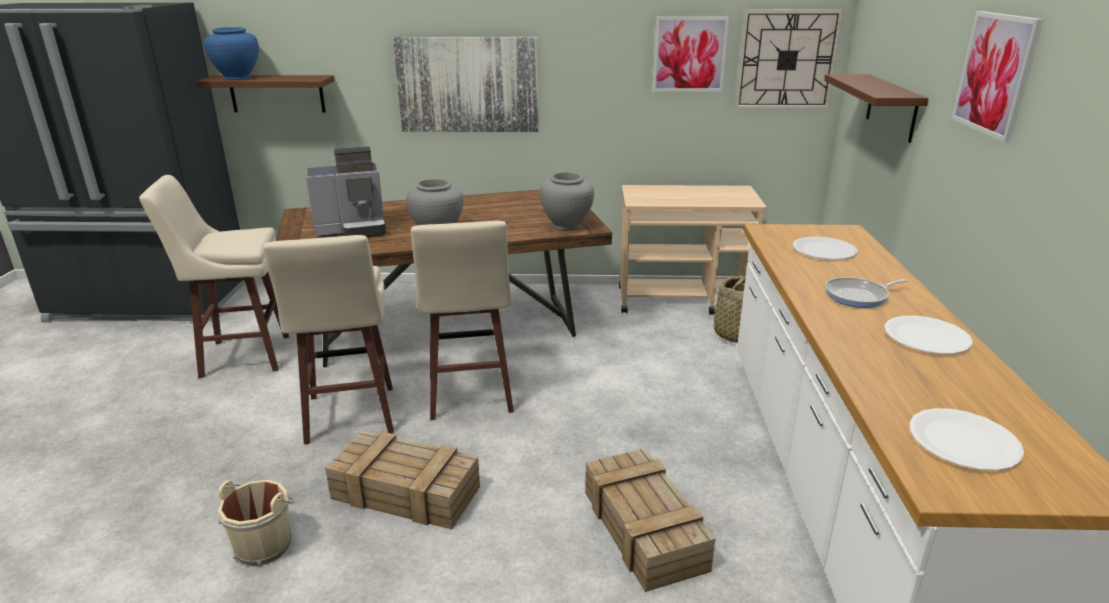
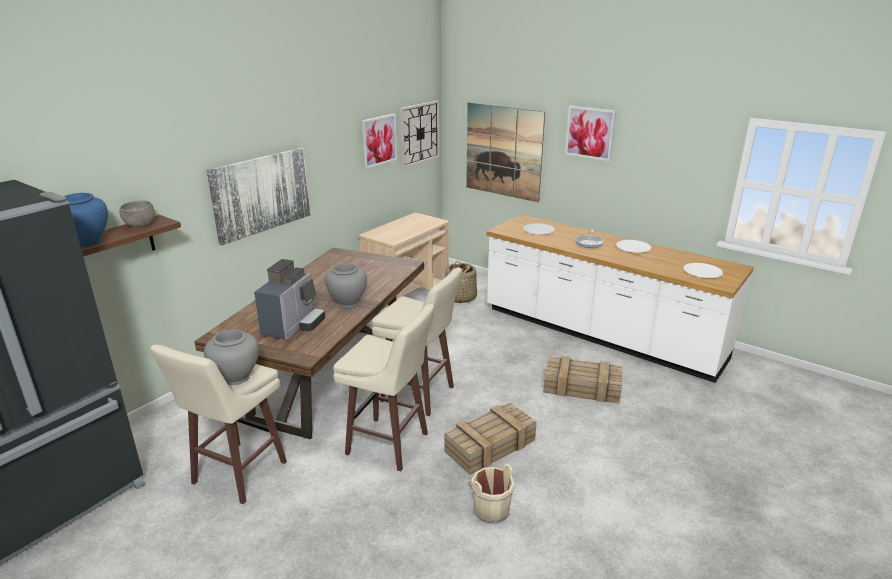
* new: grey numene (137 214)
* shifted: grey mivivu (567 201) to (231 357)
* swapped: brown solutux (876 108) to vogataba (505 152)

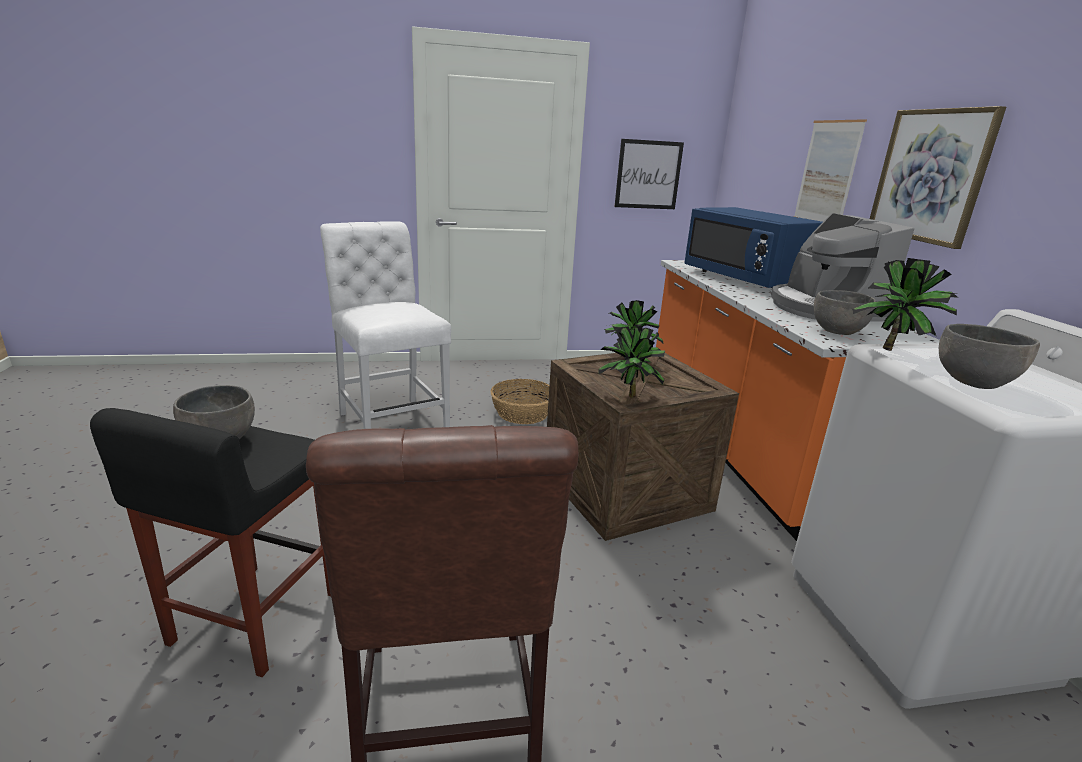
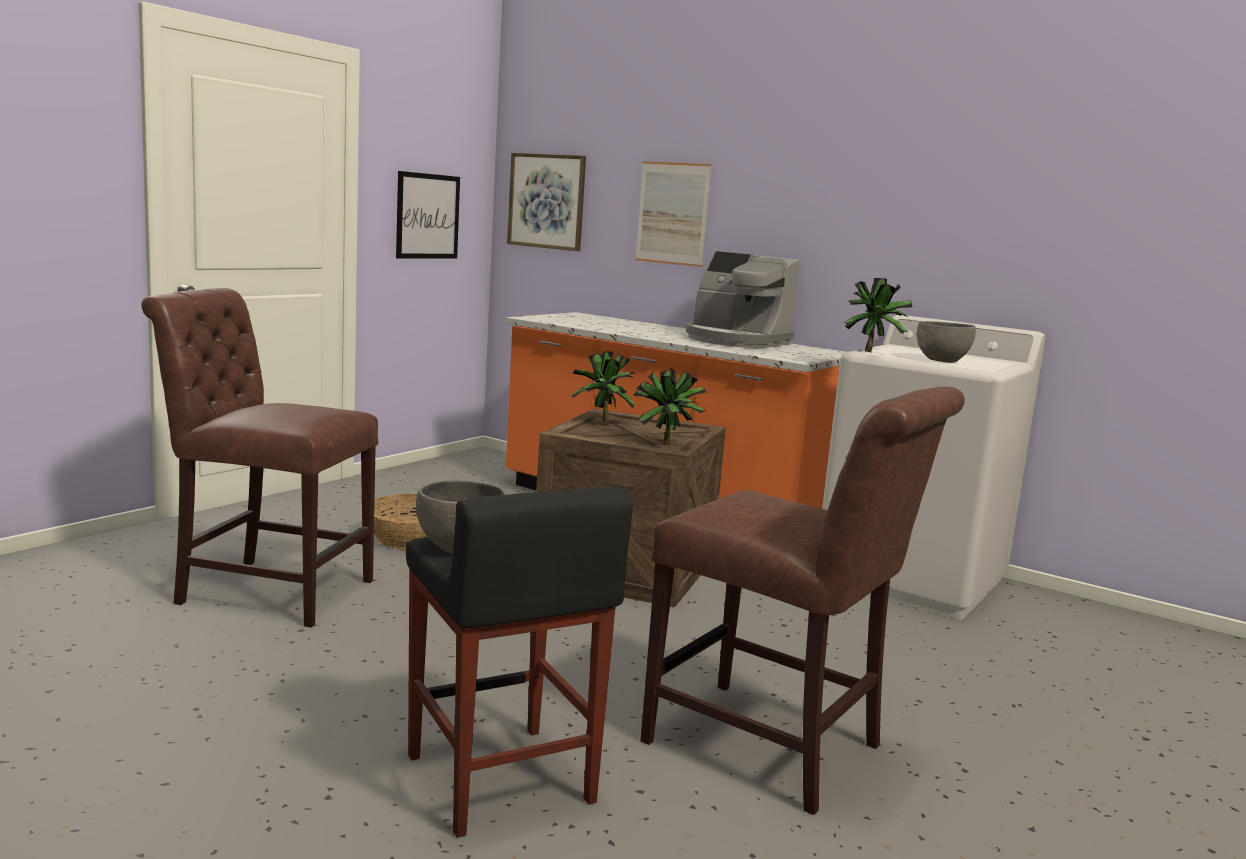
* repainted: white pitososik (385 325) to brown pitososik (260 458)
* shifted: vogataba (938 177) to (546 202)
* gone: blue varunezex (753 247)
* gone: grey numene (845 312)

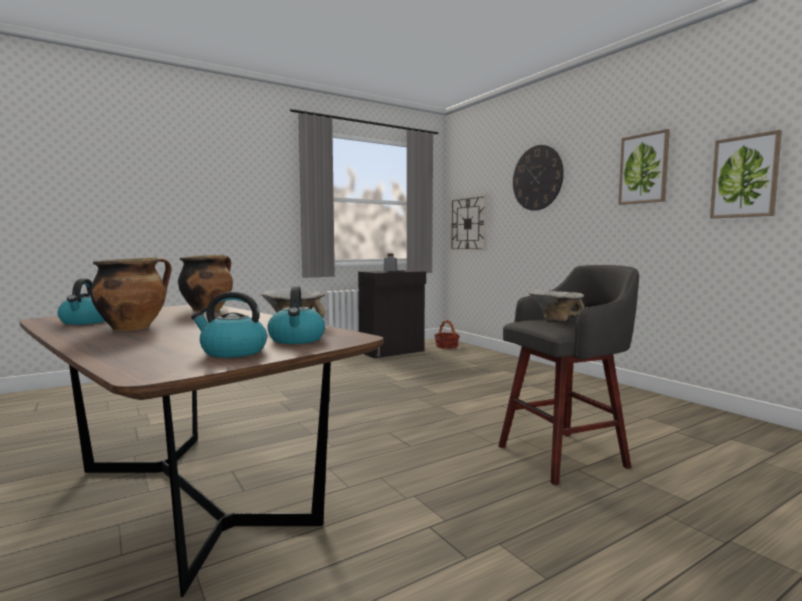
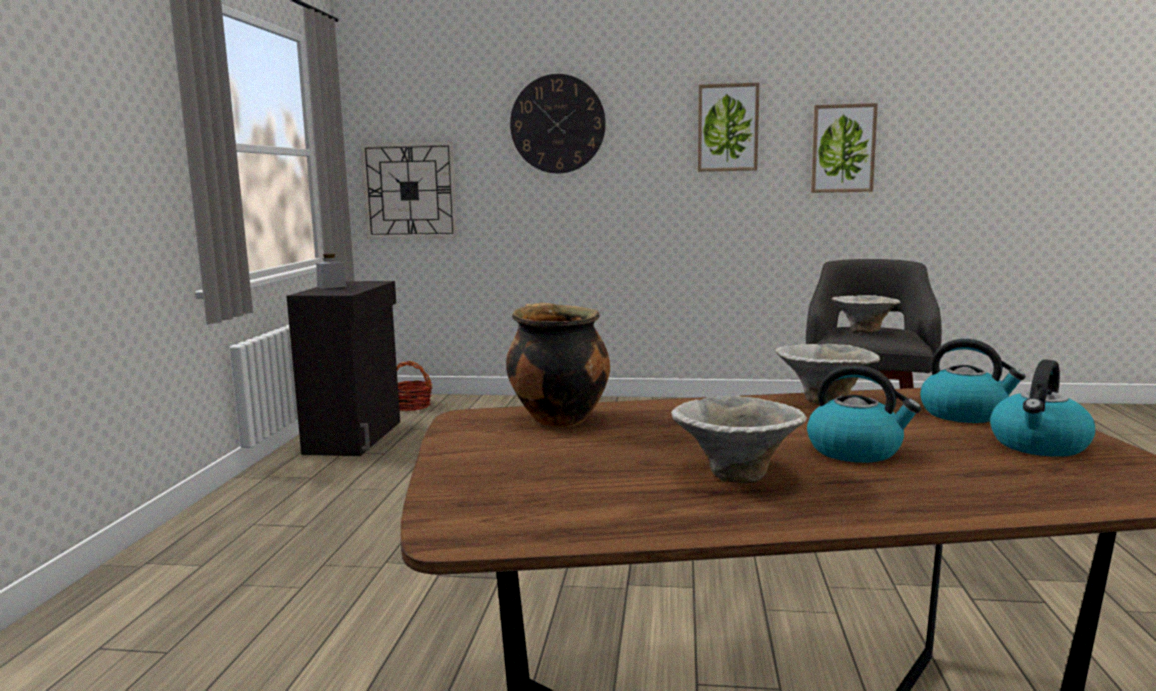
* swapped: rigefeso (131 294) to numene (739 439)
* shifted: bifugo (81 302) to (864 414)

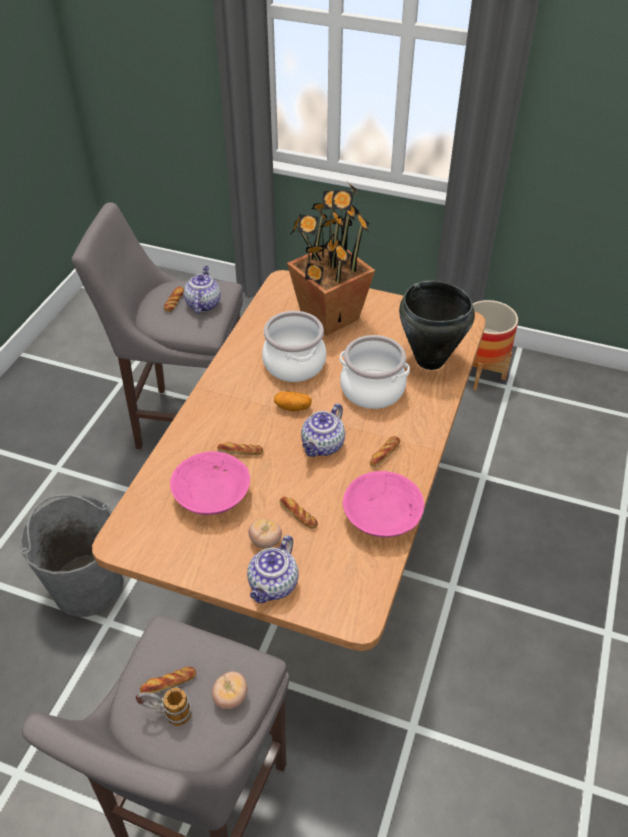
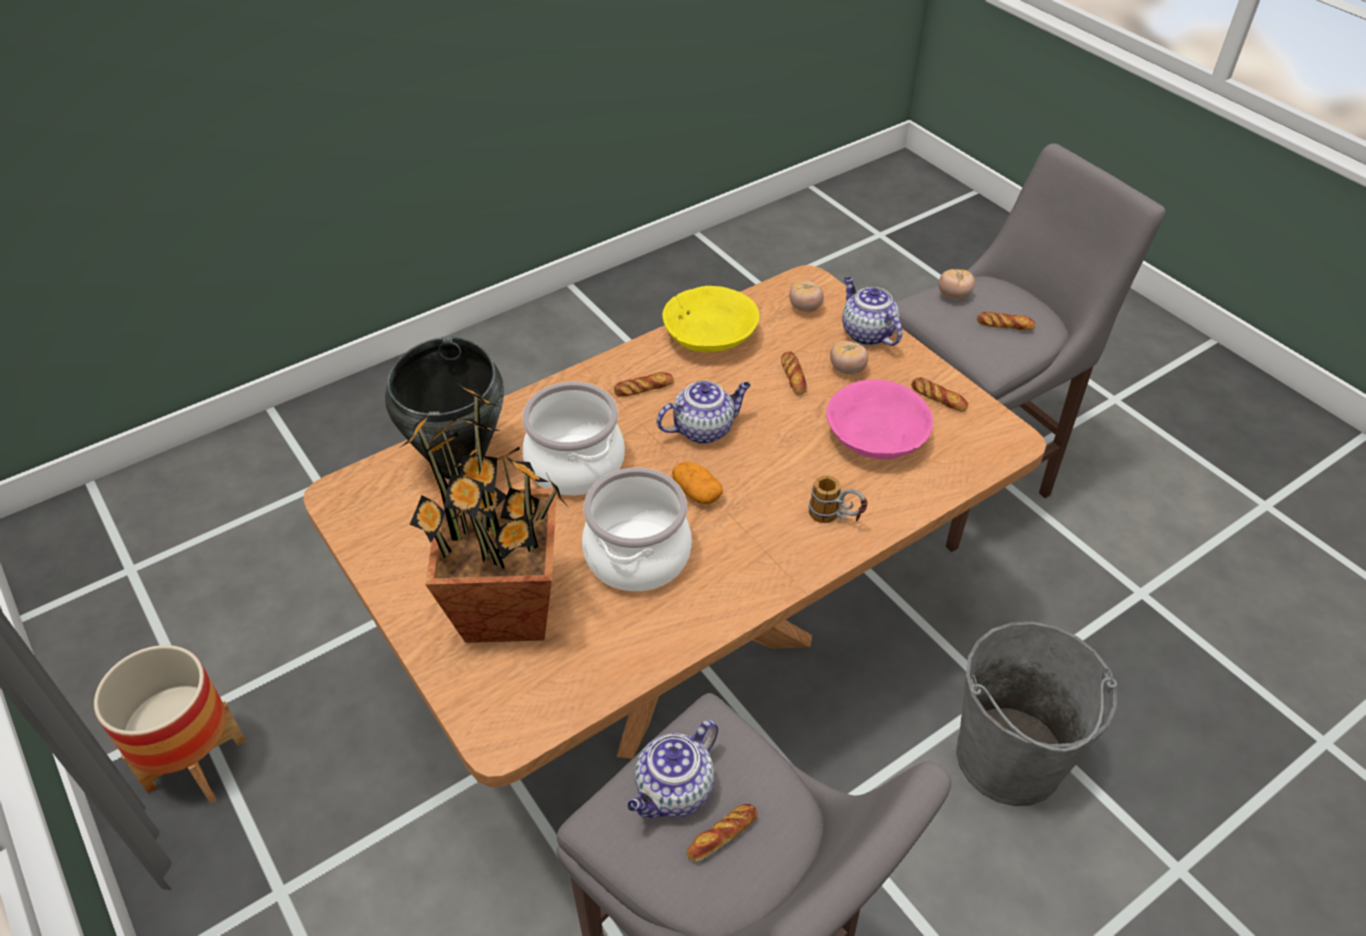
* repainted: pink numene (384 504) to yellow numene (711 319)
* new: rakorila (806 296)
* shifted: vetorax (163 707) to (838 499)
* rotated: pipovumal (273 569) = (872 311) 90 degrees counterclockwise
* shifted: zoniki (240 448) to (939 395)

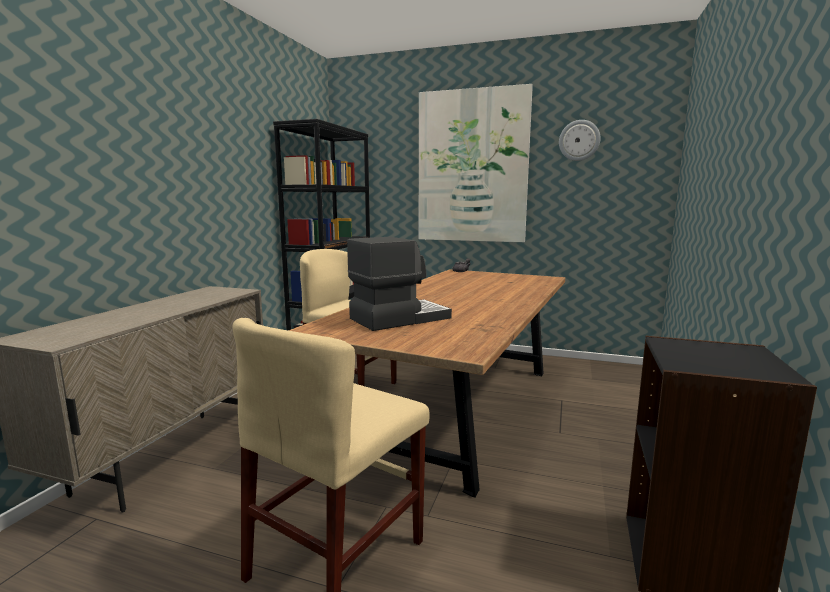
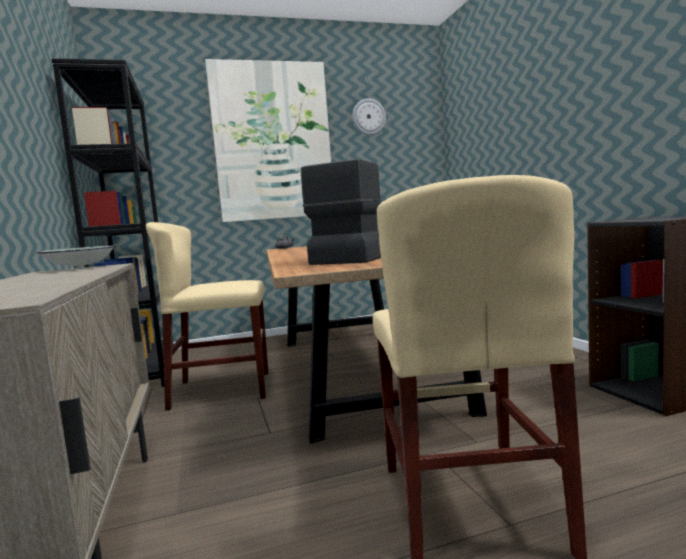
* new: numene (76 257)

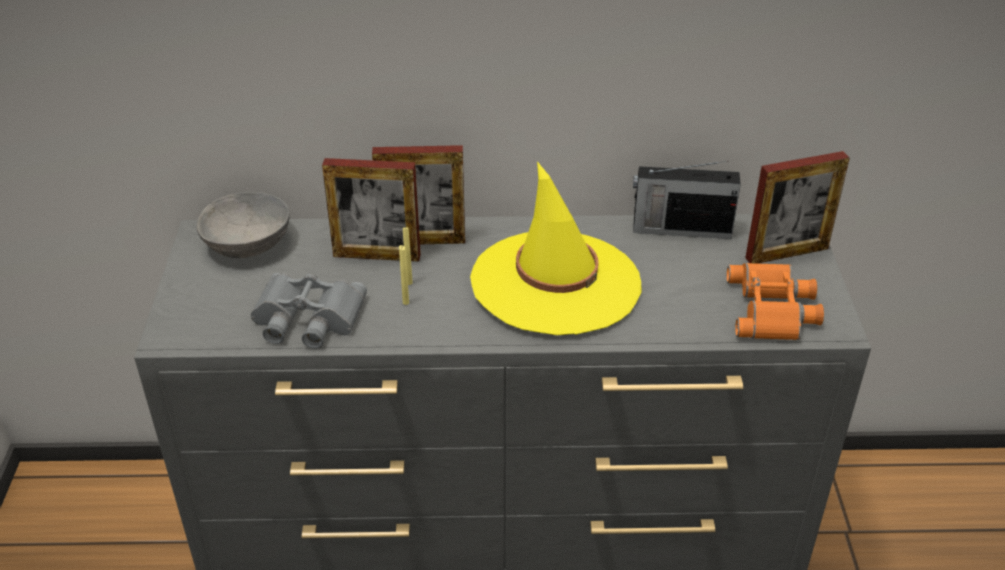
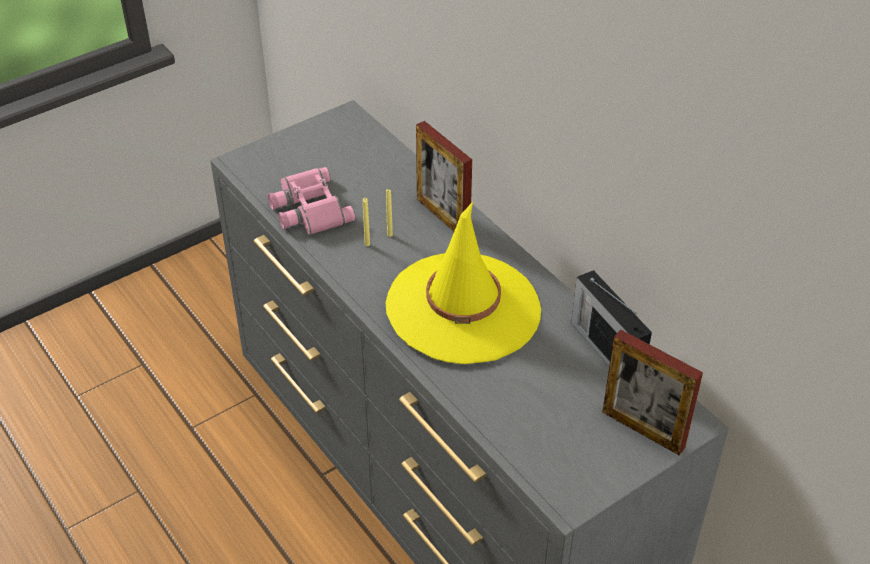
* repainted: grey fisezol (309 311) to pink fisezol (311 201)
* gone: grey numene (242 225)
* gone: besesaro (371 210)
* gone: orange fisezol (775 301)

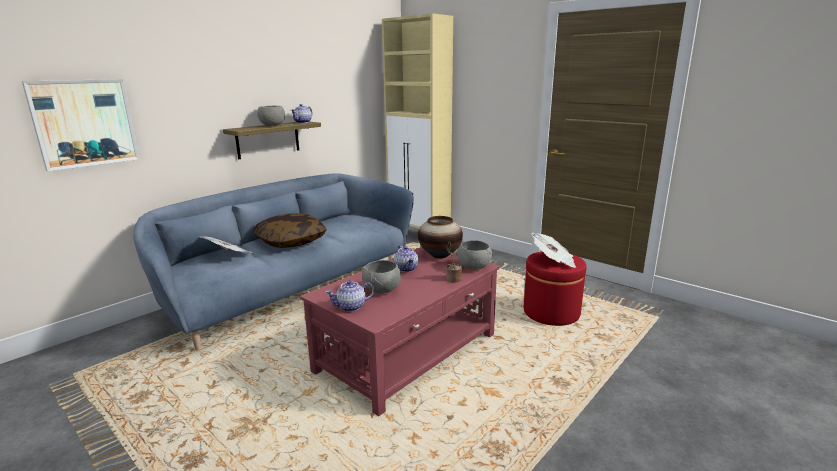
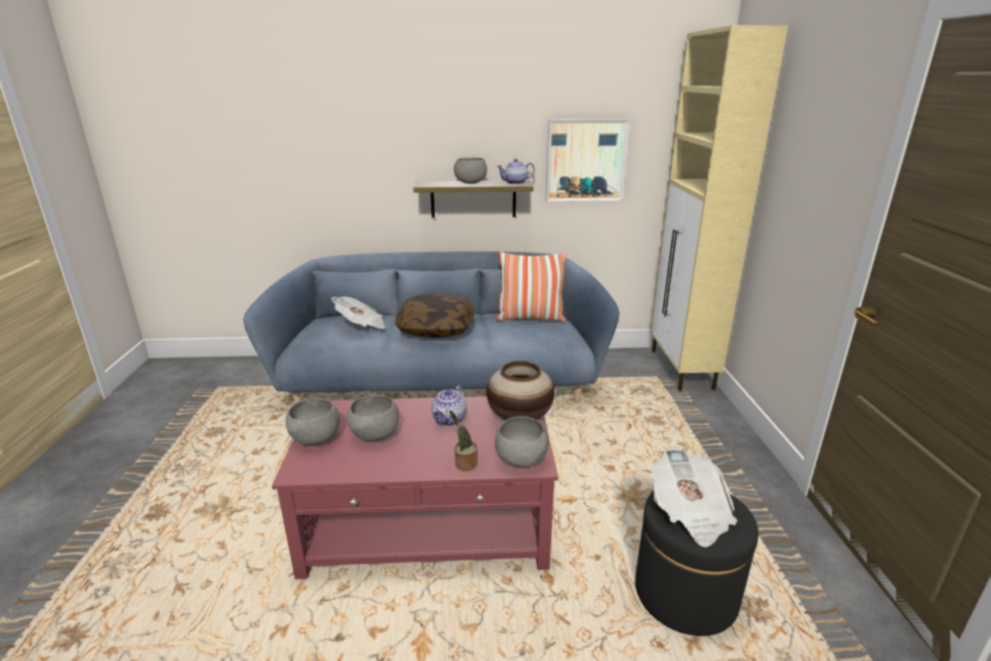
* swapped: pipovumal (350 296) to grey numene (313 422)
* new: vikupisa (531 286)
* shifted: vogataba (81 125) to (588 160)
* repainted: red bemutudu (555 288) to black bemutudu (696 563)

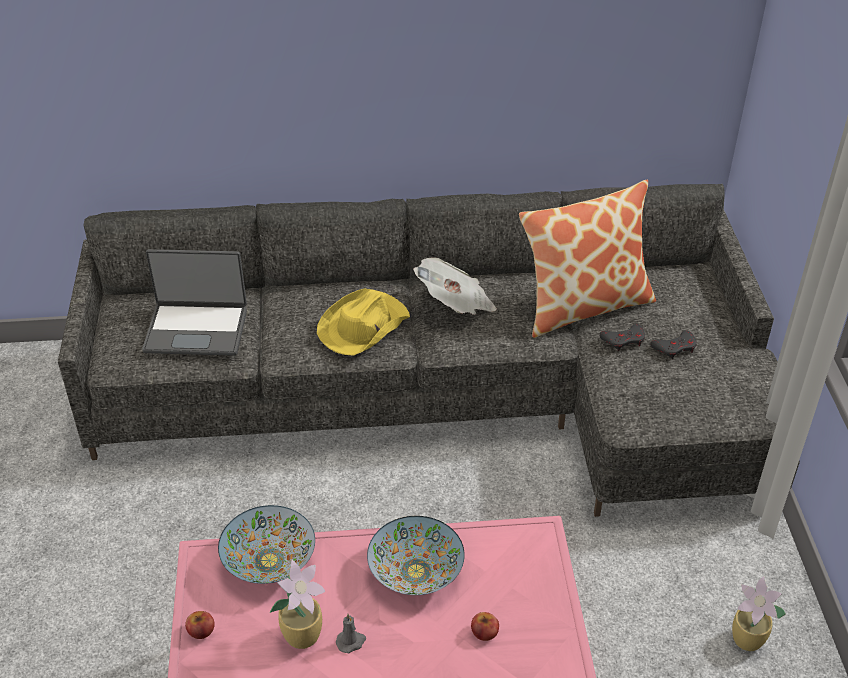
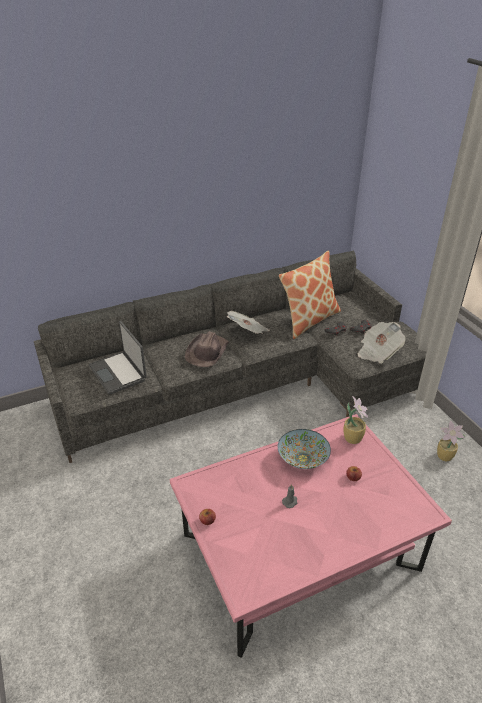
* rotated: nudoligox (194 302) = (118 358) 75 degrees clockwise
* repainted: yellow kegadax (363 322) to brown kegadax (207 349)
* shifted: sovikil (297 604) to (356 420)
* new: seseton (381 342)
* gone: numene (266 544)

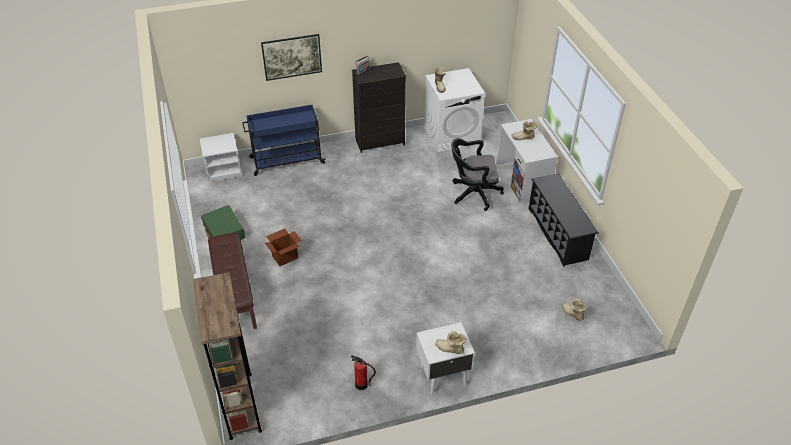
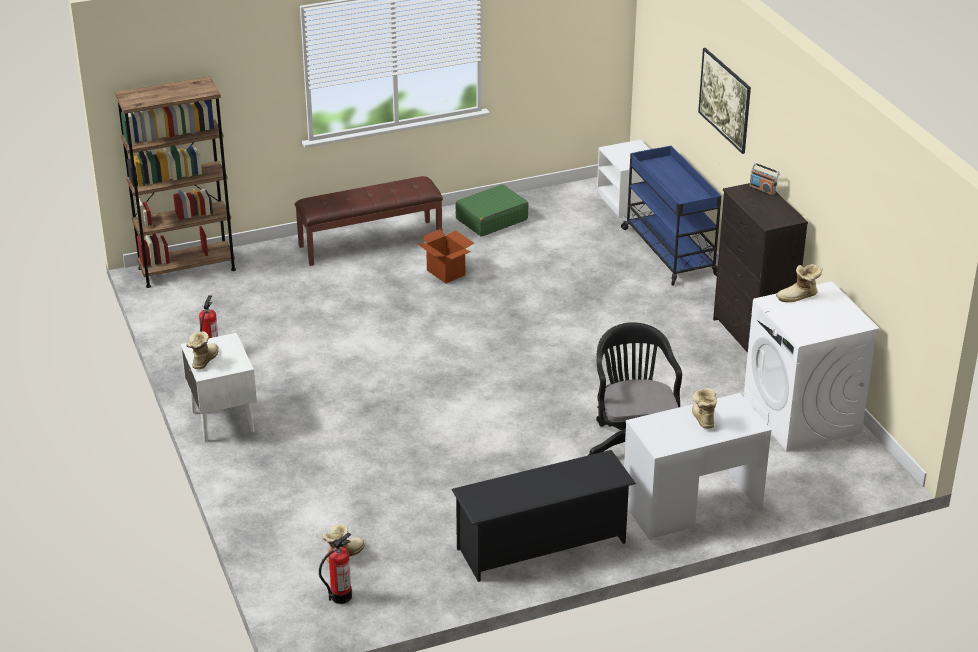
* new: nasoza (335 568)

